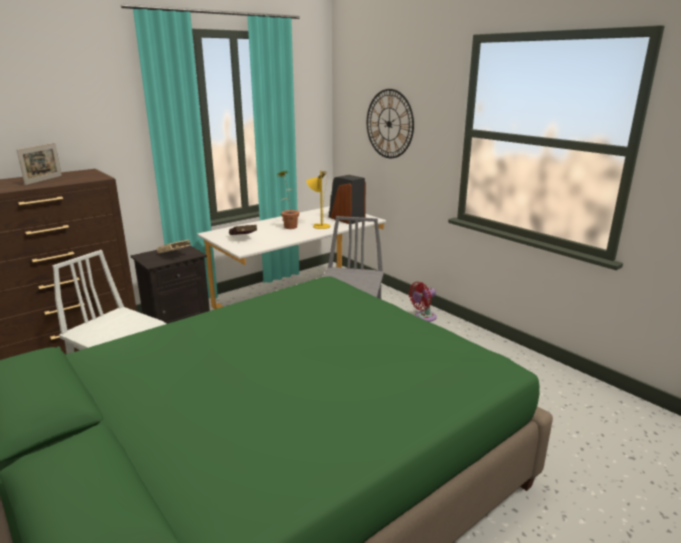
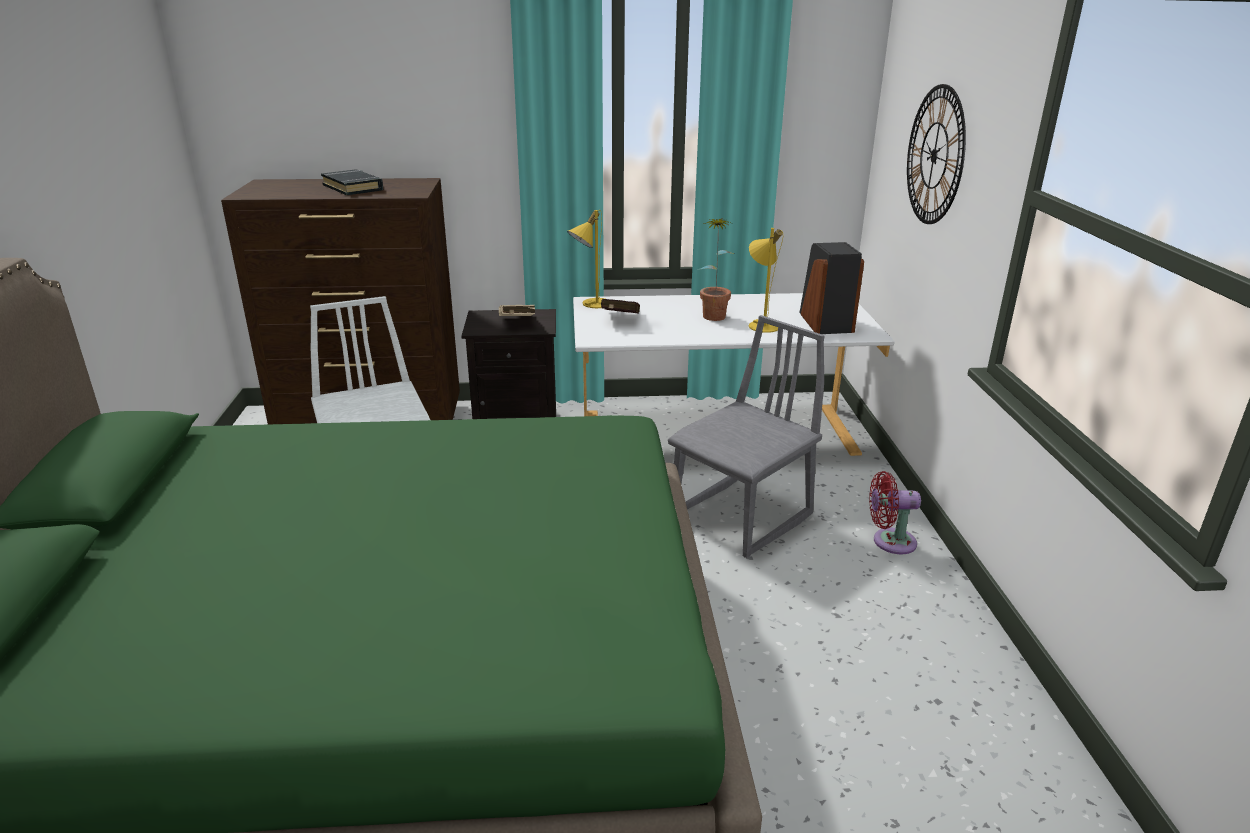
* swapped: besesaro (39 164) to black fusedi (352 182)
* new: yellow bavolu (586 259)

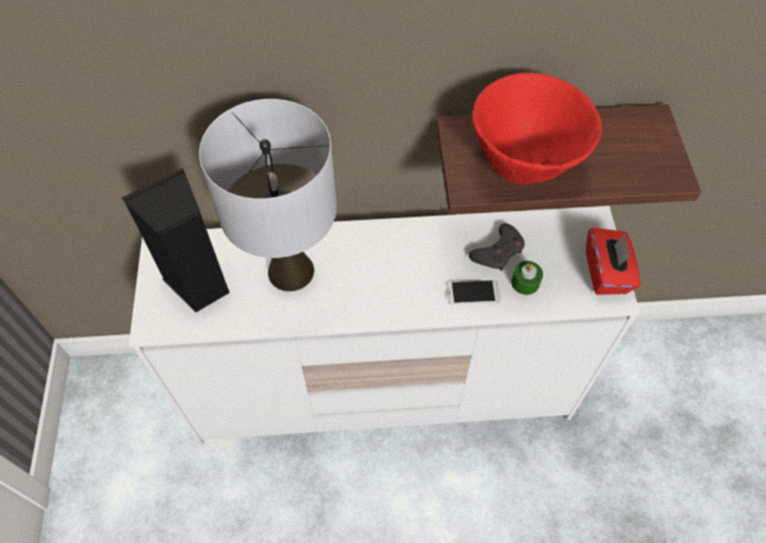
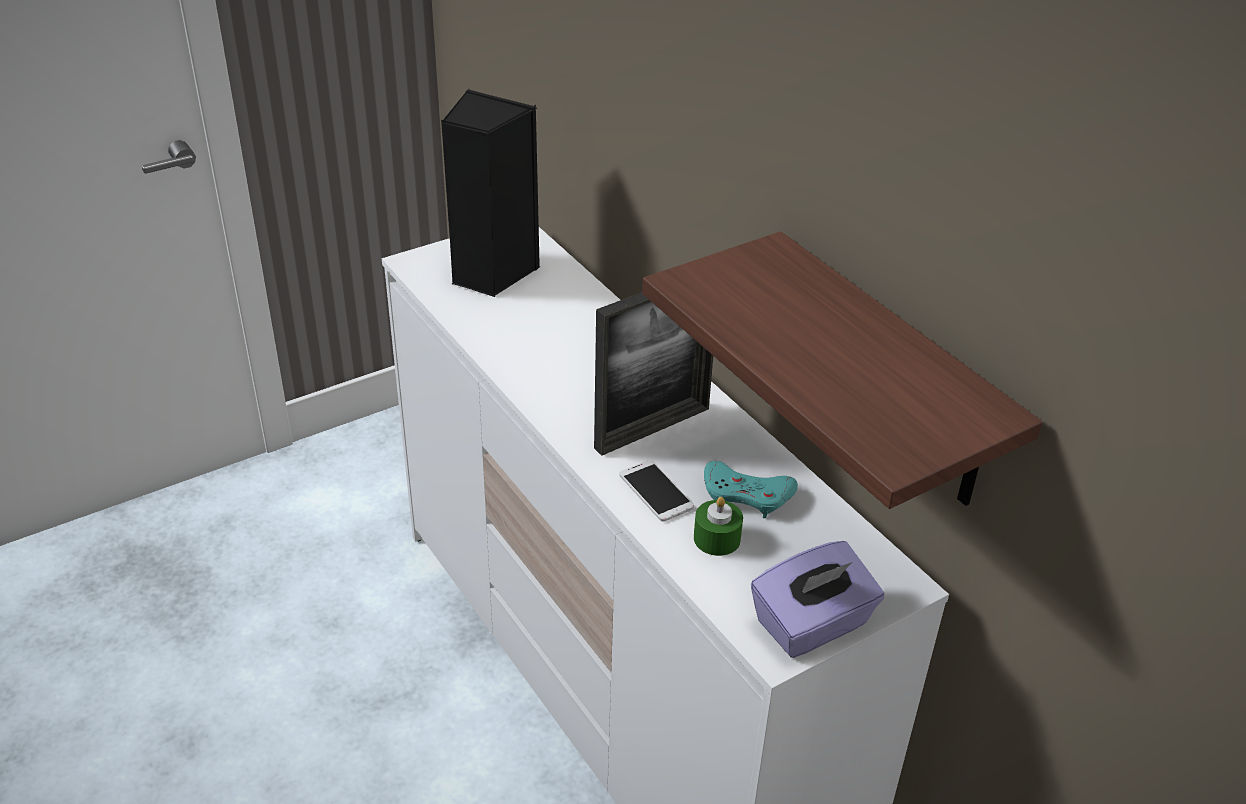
* new: besesaro (653 374)
* repainted: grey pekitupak (497 247) to turquoise pekitupak (751 489)
* repainted: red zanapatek (613 261) to purple zanapatek (817 599)
* gone: grey bavolu (268 195)
* gone: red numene (537 129)

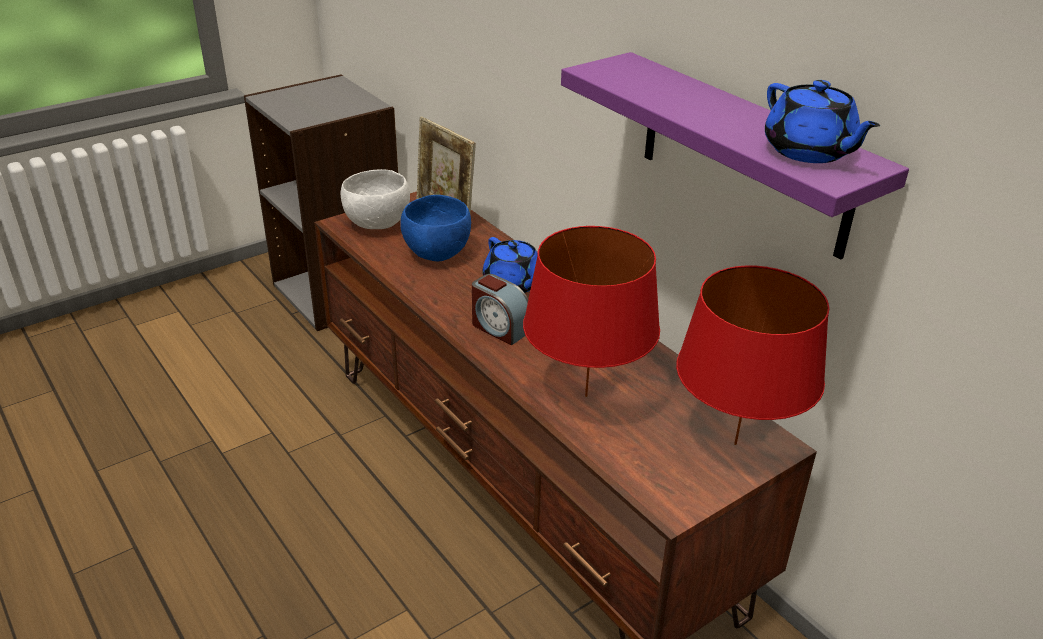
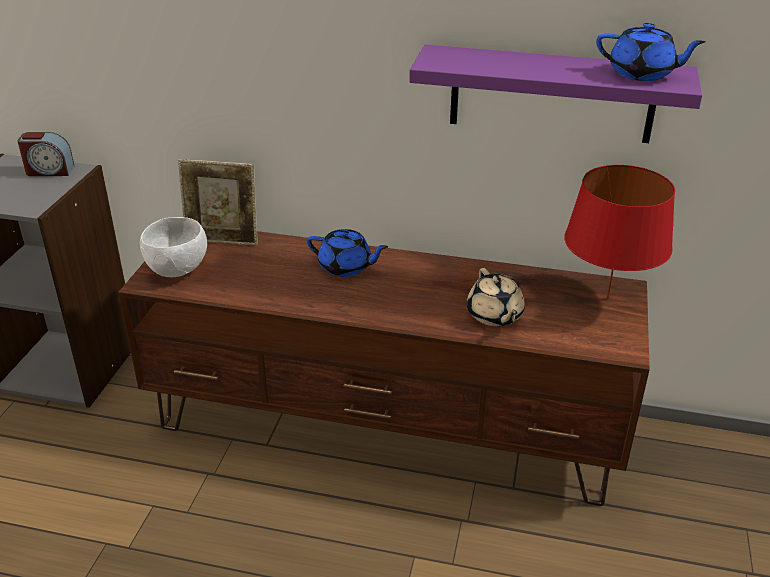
* shifted: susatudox (500 309) to (45 154)
* swapped: red bavolu (591 311) to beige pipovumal (496 297)
* gone: blue numene (435 228)

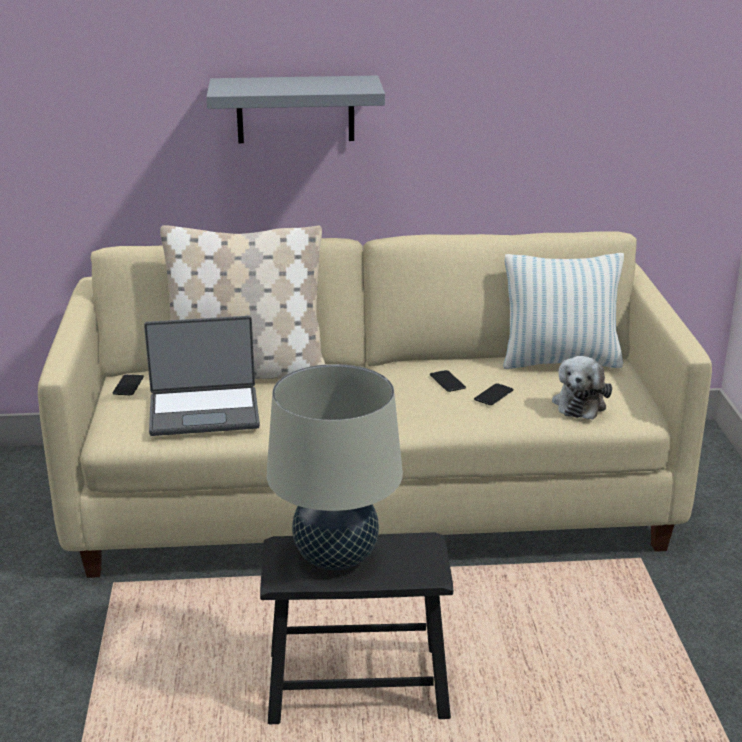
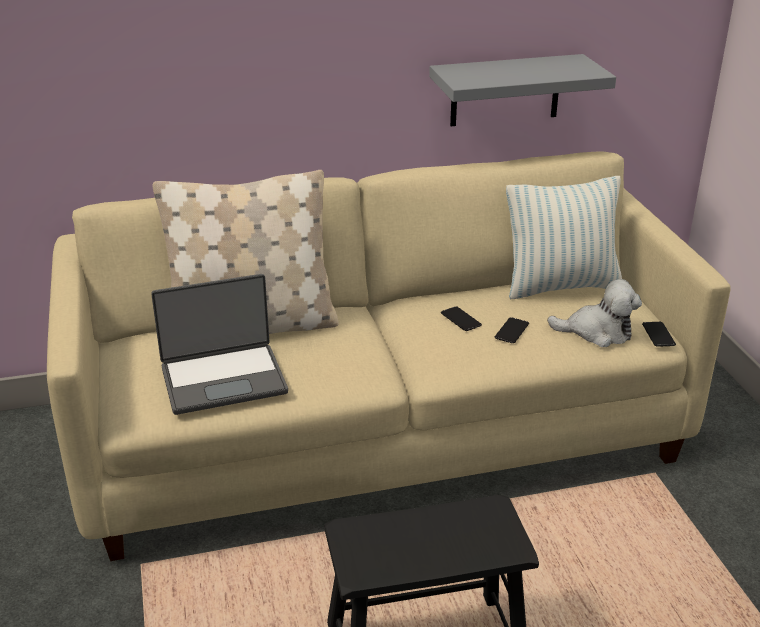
* shifted: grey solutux (295 109) to (522 90)
* rotated: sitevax (582 388) = (594 313) 90 degrees counterclockwise
* shifted: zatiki (128 384) to (659 334)
* gone: beige bavolu (334 467)

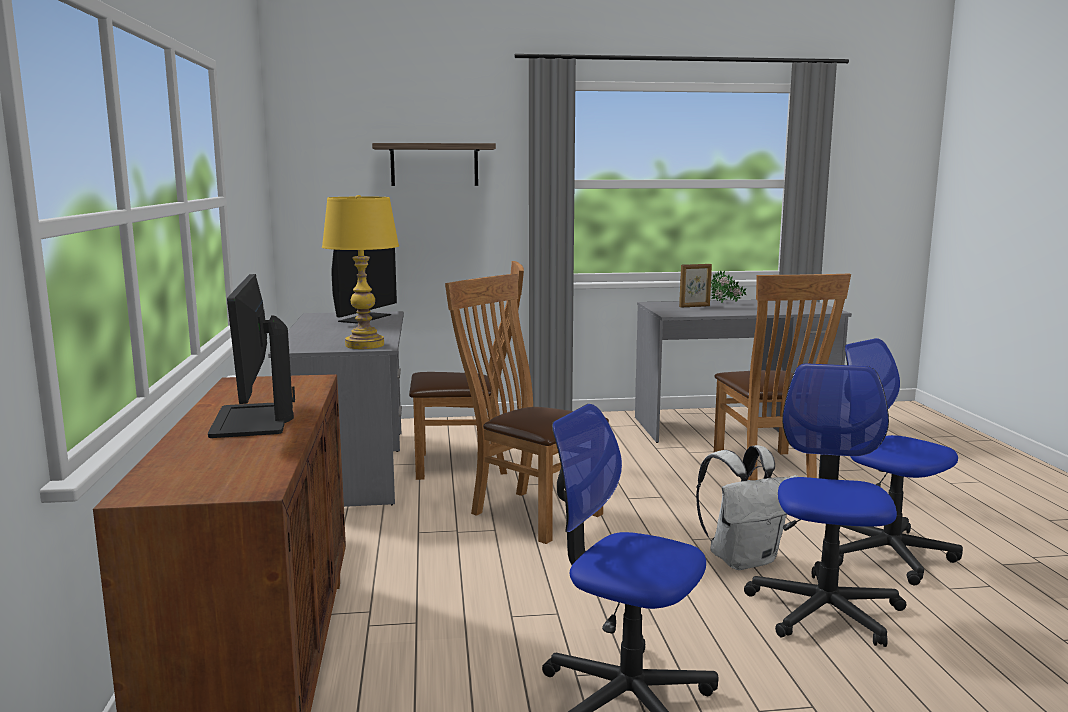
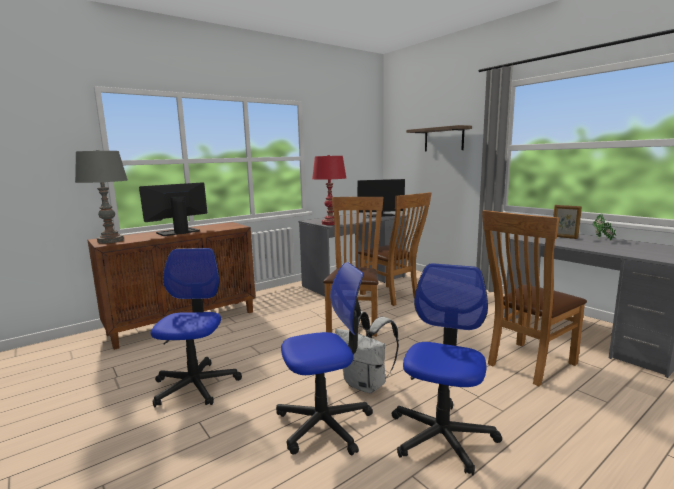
* new: grey bavolu (101 196)
* repainted: yellow bavolu (360 272) to red bavolu (329 190)

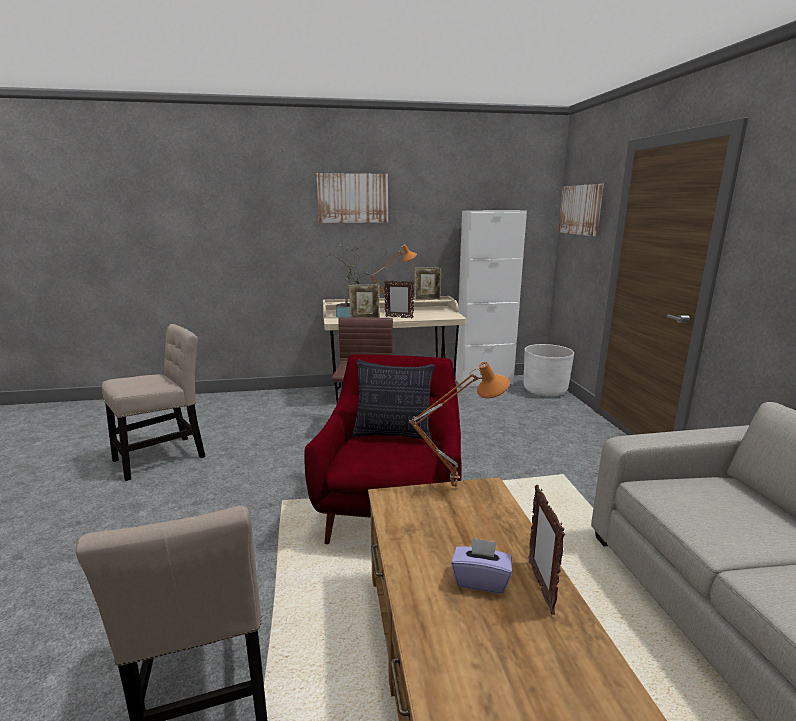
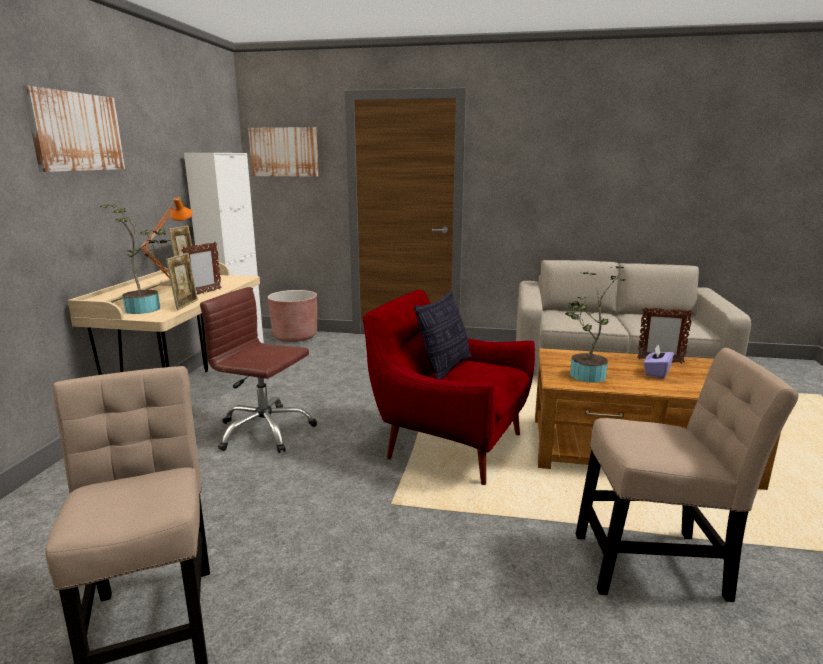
* repainted: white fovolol (549 370) to brown fovolol (292 316)
* new: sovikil (595 324)
* gone: orange bavolu (459 425)

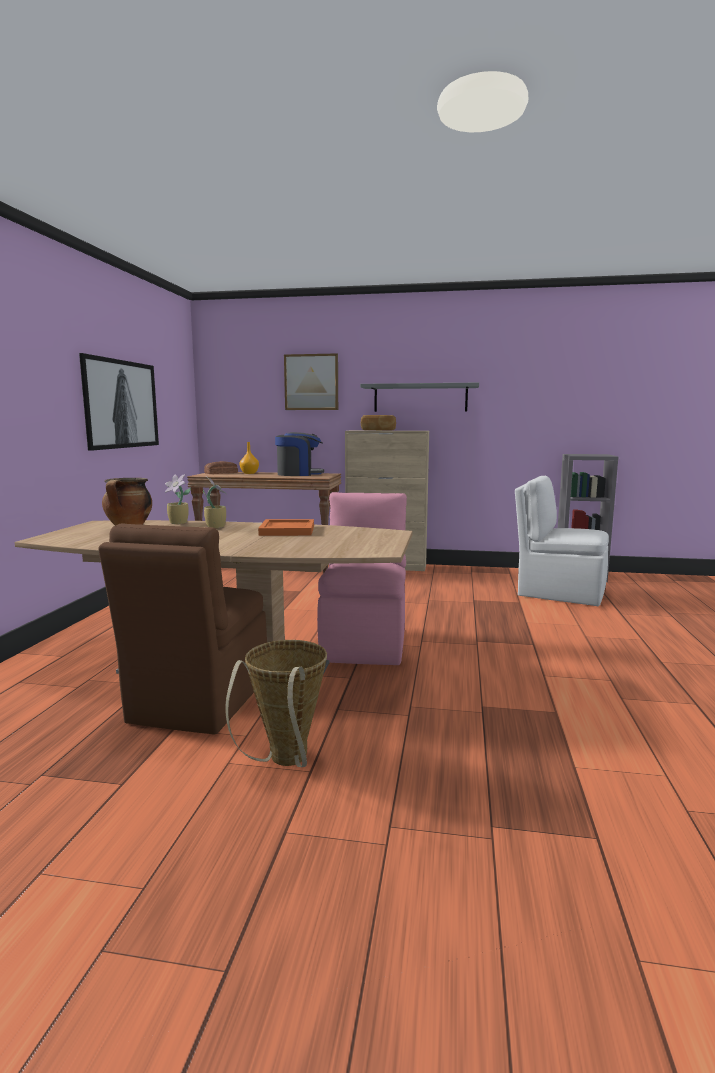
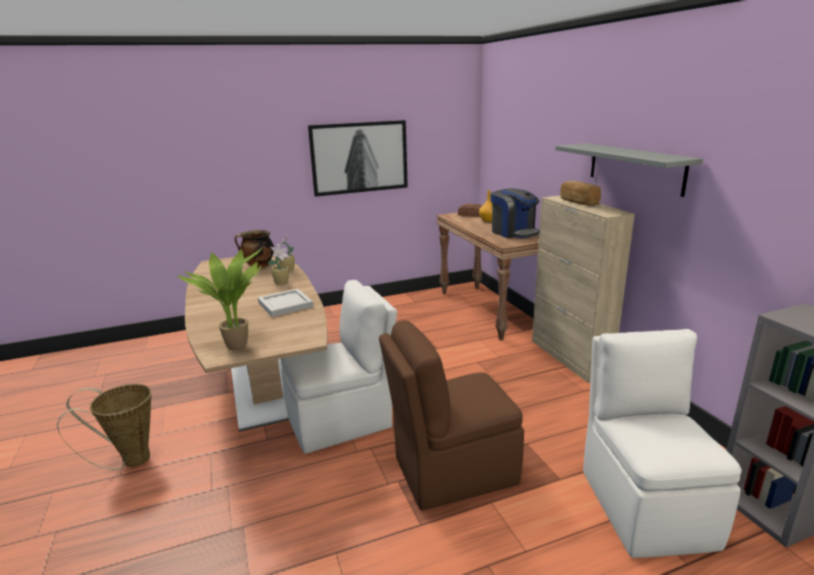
* new: sovikil (221 297)
* repainted: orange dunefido (286 527) to white dunefido (285 303)
* repainted: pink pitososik (362 578) to white pitososik (339 367)
* shifted: brown pitososik (182 629) to (451 415)
* gone: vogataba (311 381)

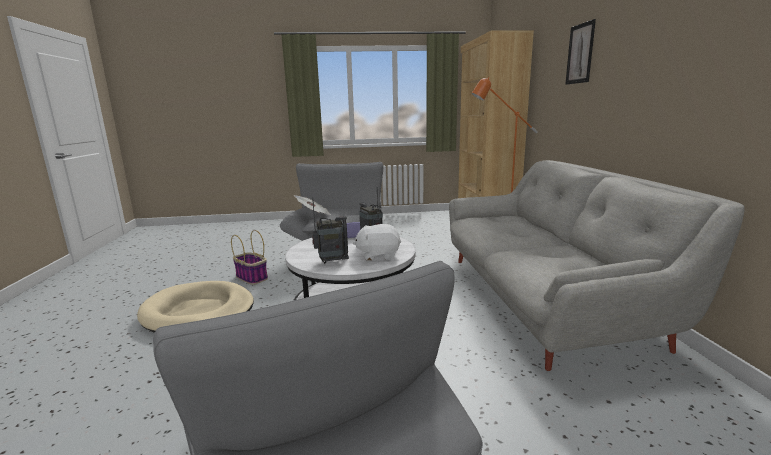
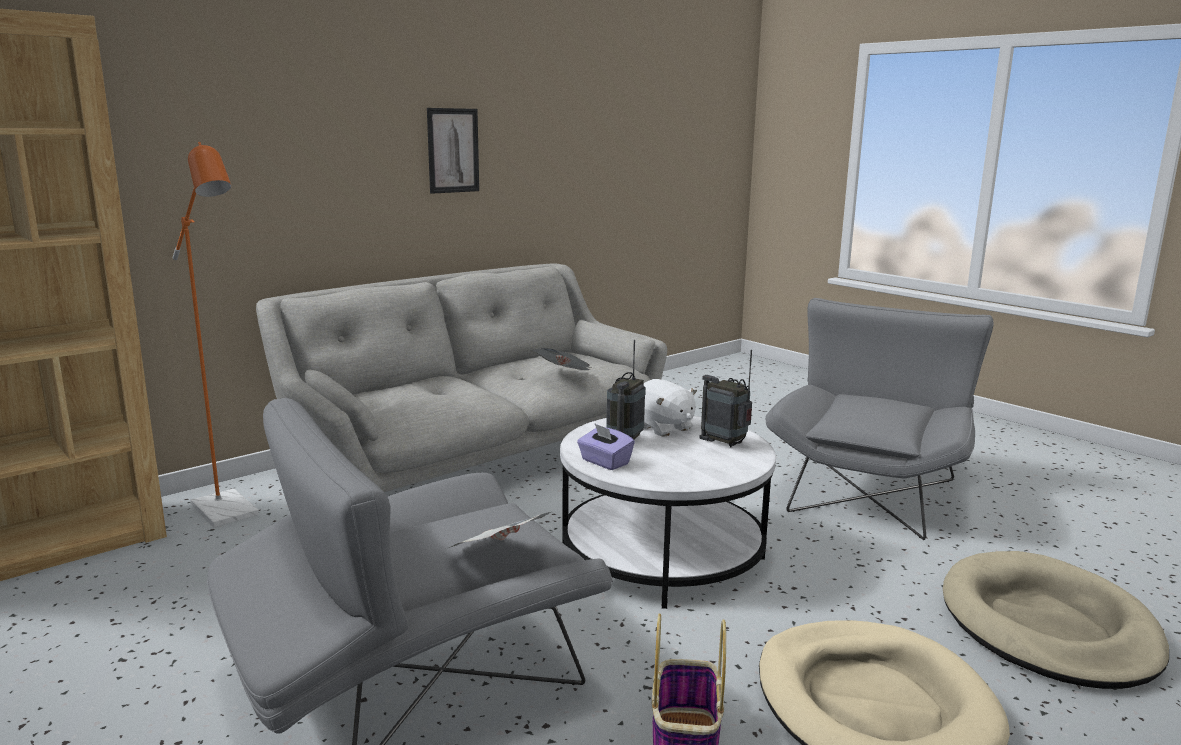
* shifted: vogataba (580 52) to (453 151)
* new: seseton (560 359)
* new: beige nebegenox (1056 620)

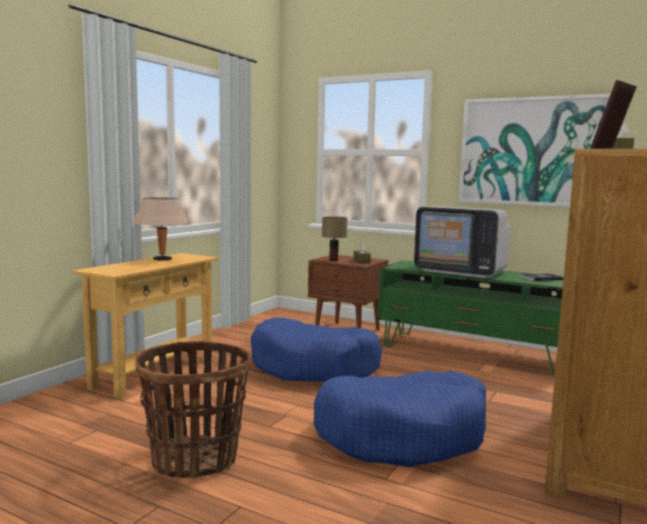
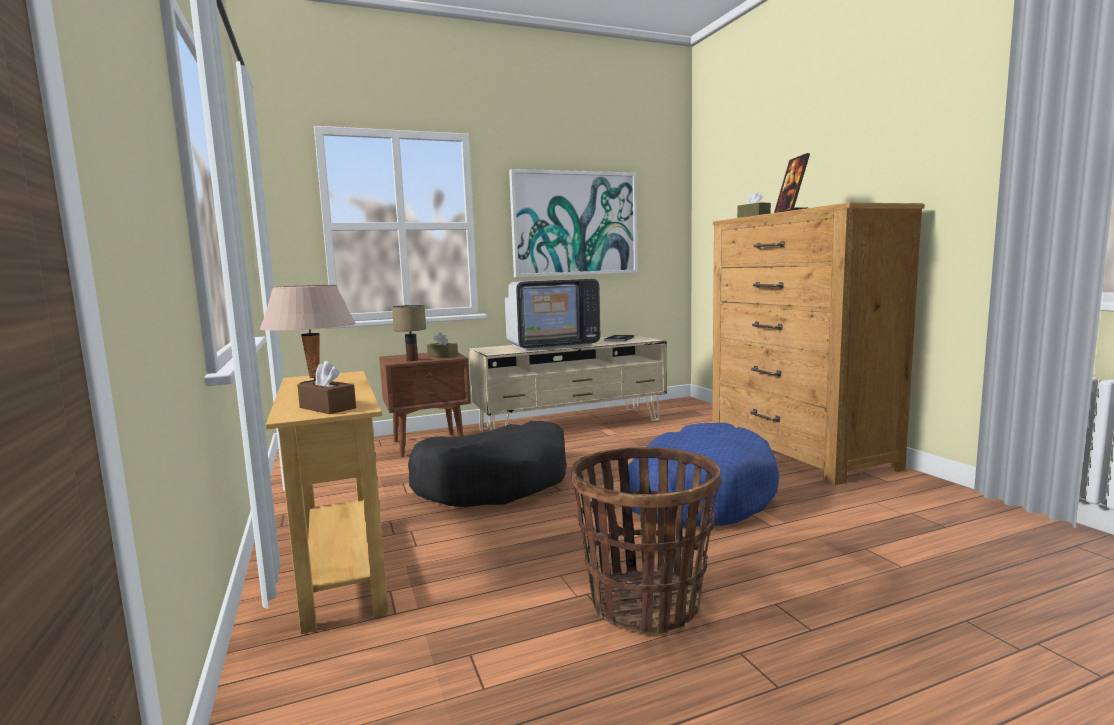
* new: brown zanapatek (326 387)
* repainted: blue nebegenox (317 349) to black nebegenox (487 464)
* repainted: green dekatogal (471 318) to beige dekatogal (568 383)

